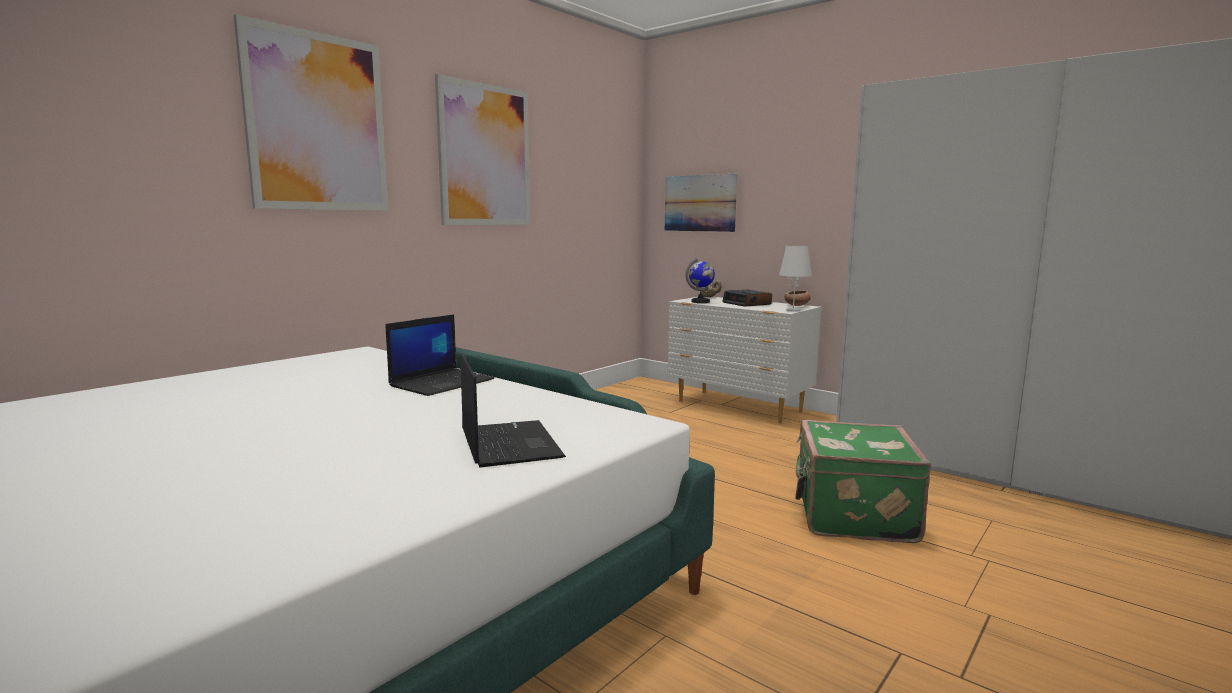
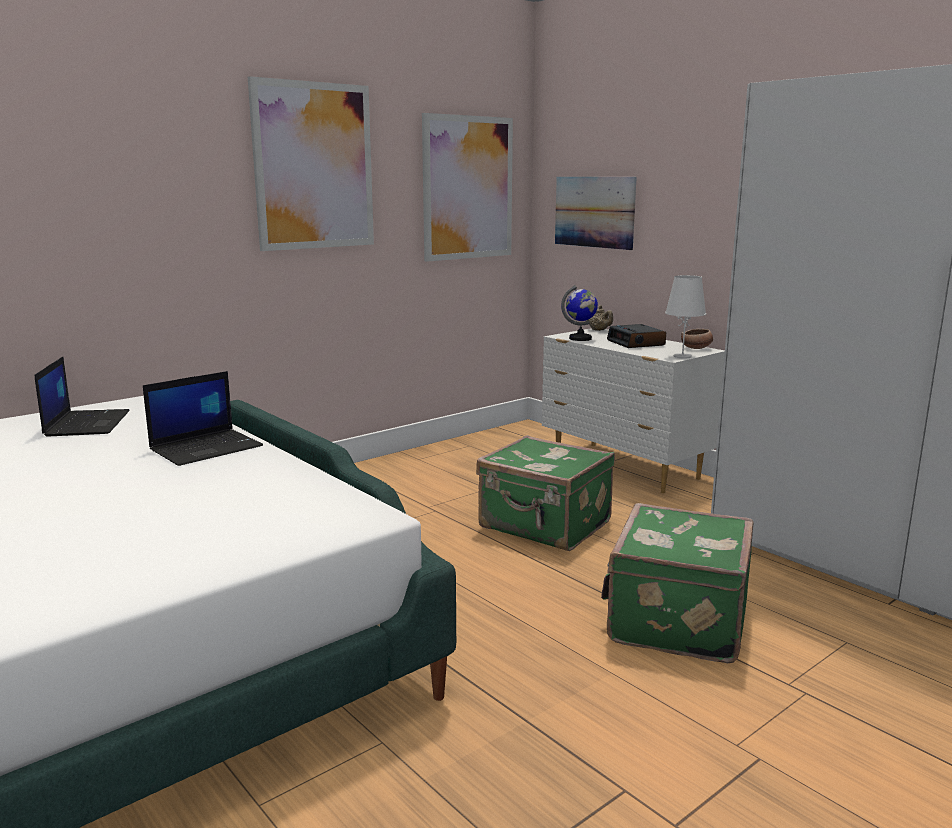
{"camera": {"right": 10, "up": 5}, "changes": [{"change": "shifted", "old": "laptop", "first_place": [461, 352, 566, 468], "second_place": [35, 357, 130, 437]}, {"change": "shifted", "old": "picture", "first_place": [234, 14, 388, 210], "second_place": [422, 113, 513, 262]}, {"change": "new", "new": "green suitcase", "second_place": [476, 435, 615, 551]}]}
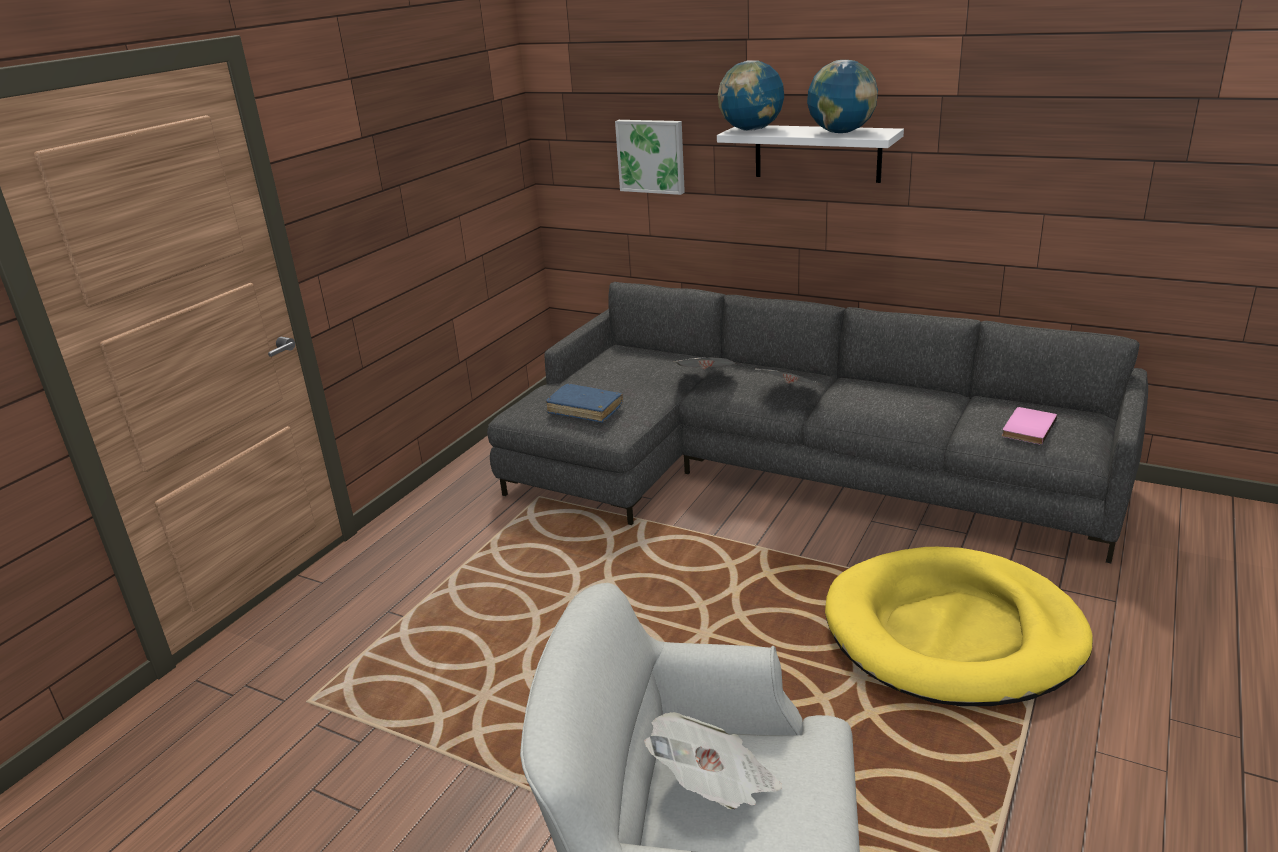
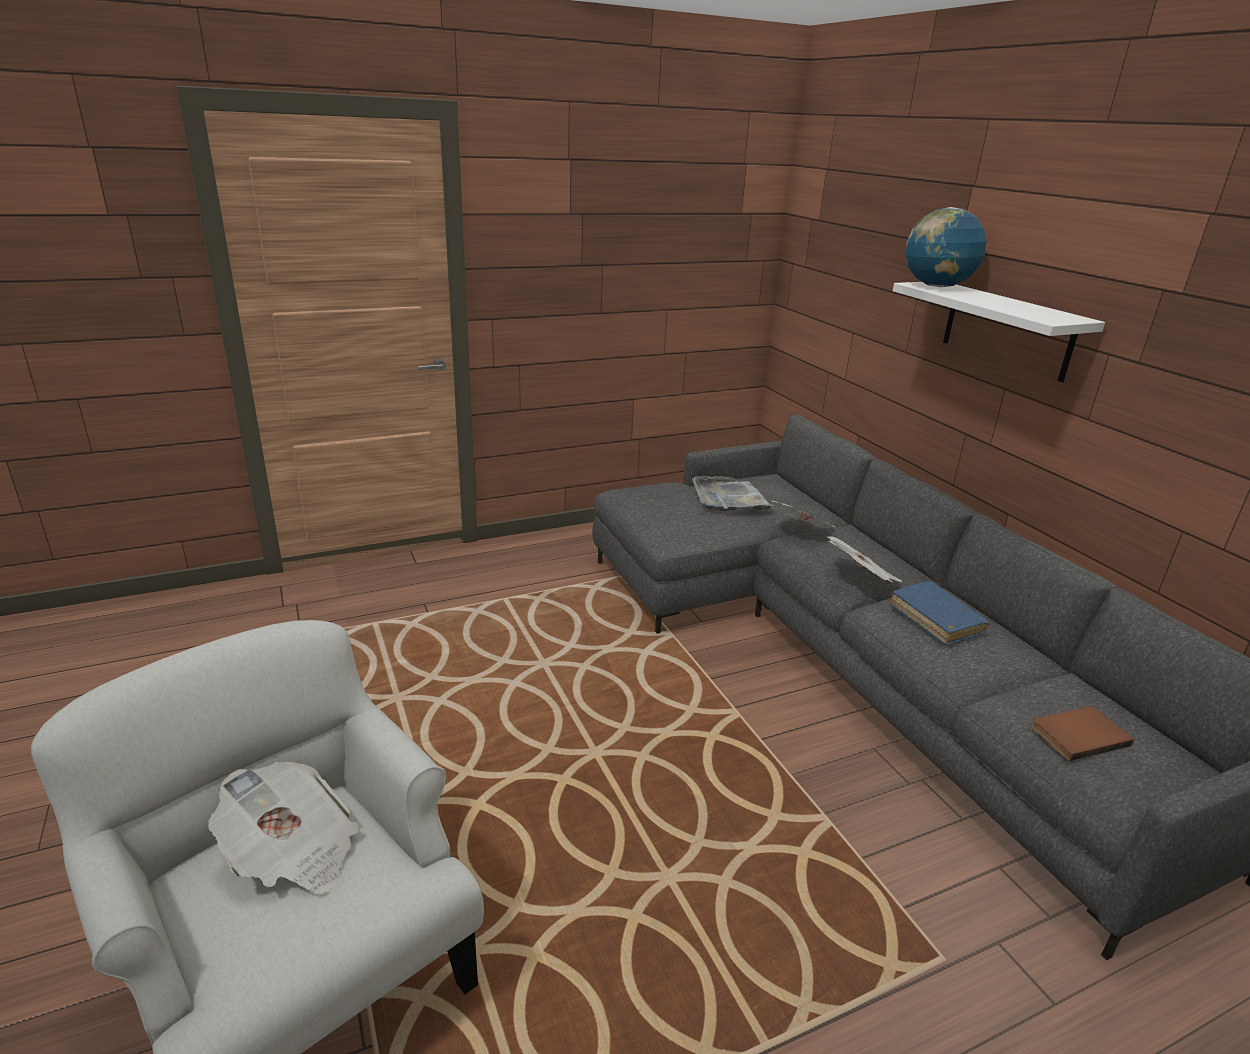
{"camera": {"right": 35, "up": 0}, "changes": [{"change": "new", "new": "grey tray", "second_place": [692, 476, 774, 511]}, {"change": "shifted", "old": "blue book", "first_place": [546, 384, 623, 423], "second_place": [890, 582, 989, 646]}, {"change": "repainted", "old": "pink book", "new": "brown book", "first_place": [1002, 407, 1057, 445], "second_place": [1031, 706, 1134, 761]}, {"change": "gone", "old": "picture", "first_place": [615, 120, 685, 195]}, {"change": "gone", "old": "globe", "first_place": [807, 60, 878, 133]}, {"change": "gone", "old": "yellow dog bed", "first_place": [825, 547, 1093, 706]}]}
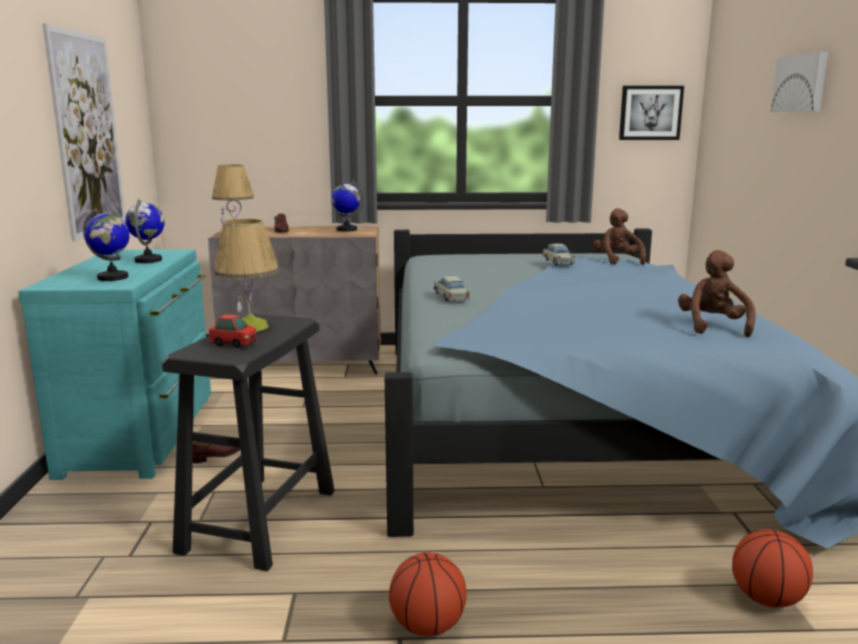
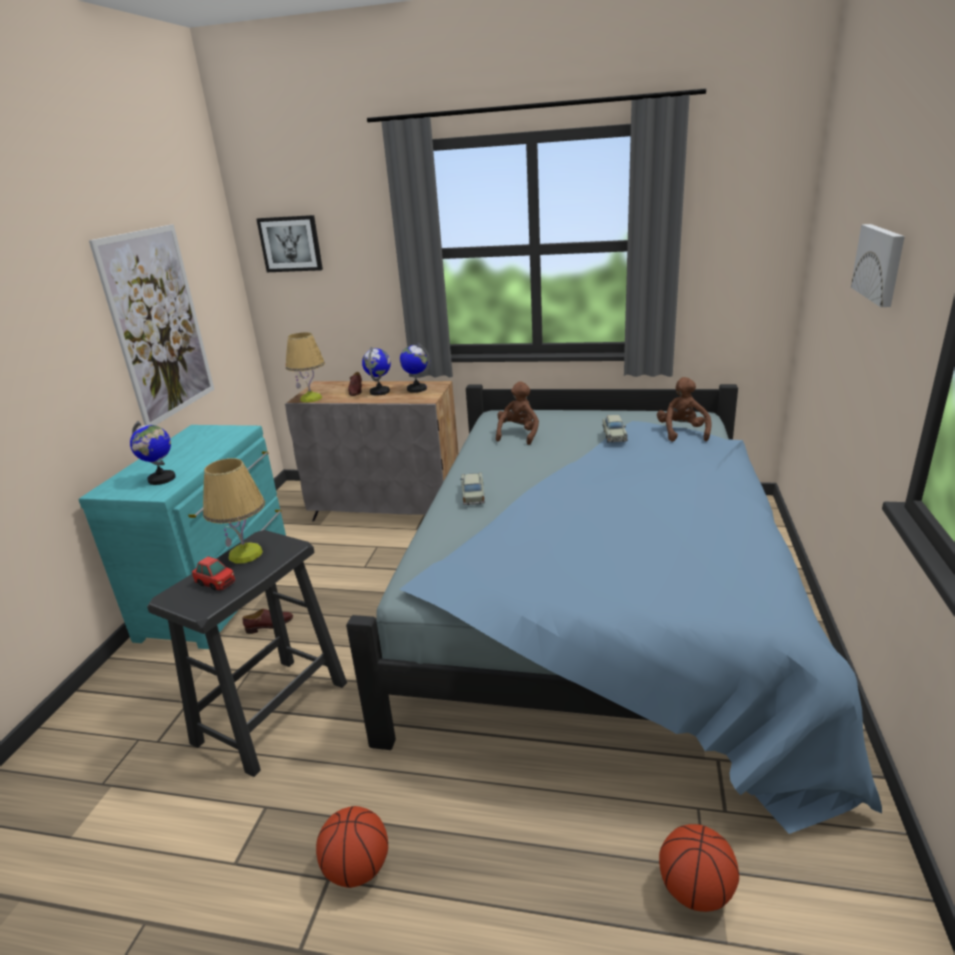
{"camera": {"right": 15, "up": 10}, "changes": [{"change": "shifted", "old": "picture", "first_place": [619, 86, 684, 140], "second_place": [256, 215, 323, 272]}, {"change": "shifted", "old": "globe", "first_place": [125, 199, 165, 263], "second_place": [362, 347, 391, 396]}, {"change": "shifted", "old": "brown plush toy", "first_place": [678, 250, 756, 338], "second_place": [496, 382, 539, 445]}]}
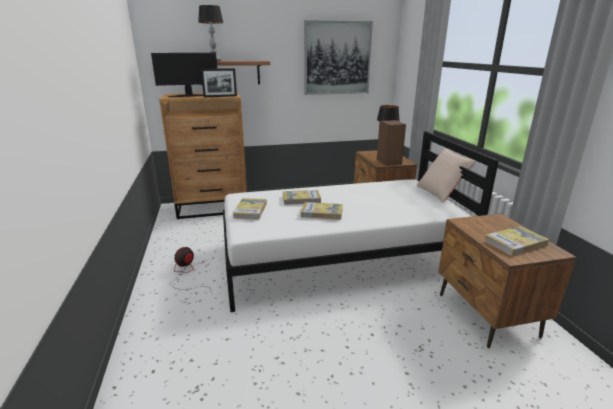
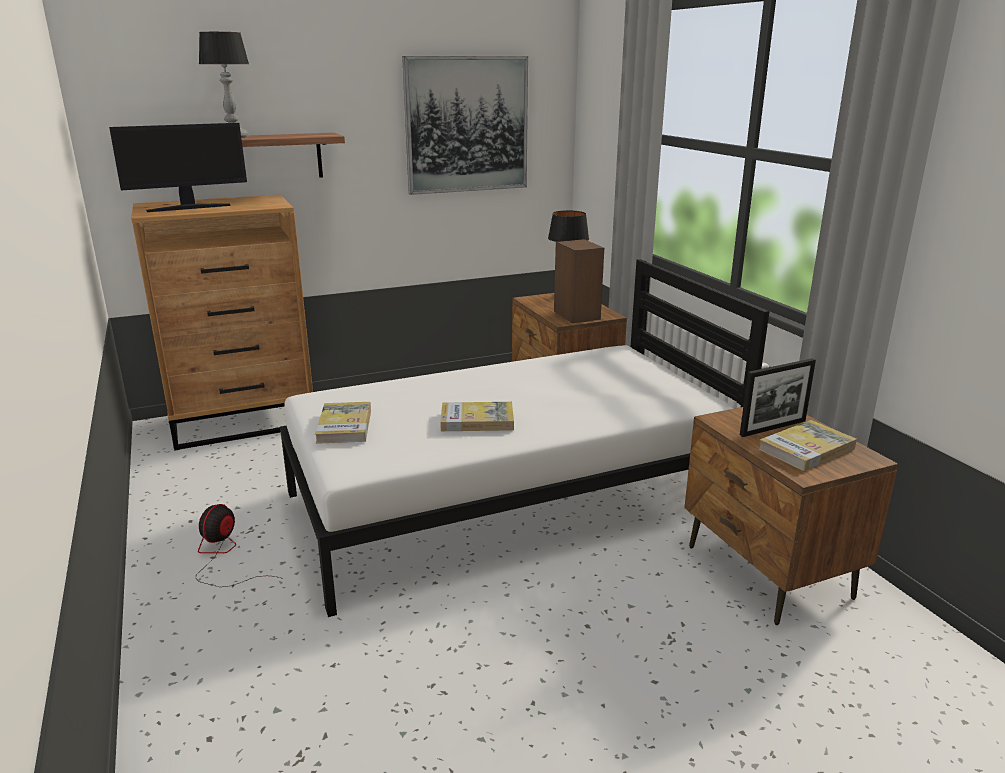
{"camera": {"right": -10, "up": 0}, "changes": [{"change": "shifted", "old": "picture frame", "first_place": [201, 68, 237, 97], "second_place": [740, 358, 816, 437]}, {"change": "gone", "old": "book", "first_place": [283, 190, 321, 205]}, {"change": "gone", "old": "beige pillow", "first_place": [417, 148, 476, 203]}]}
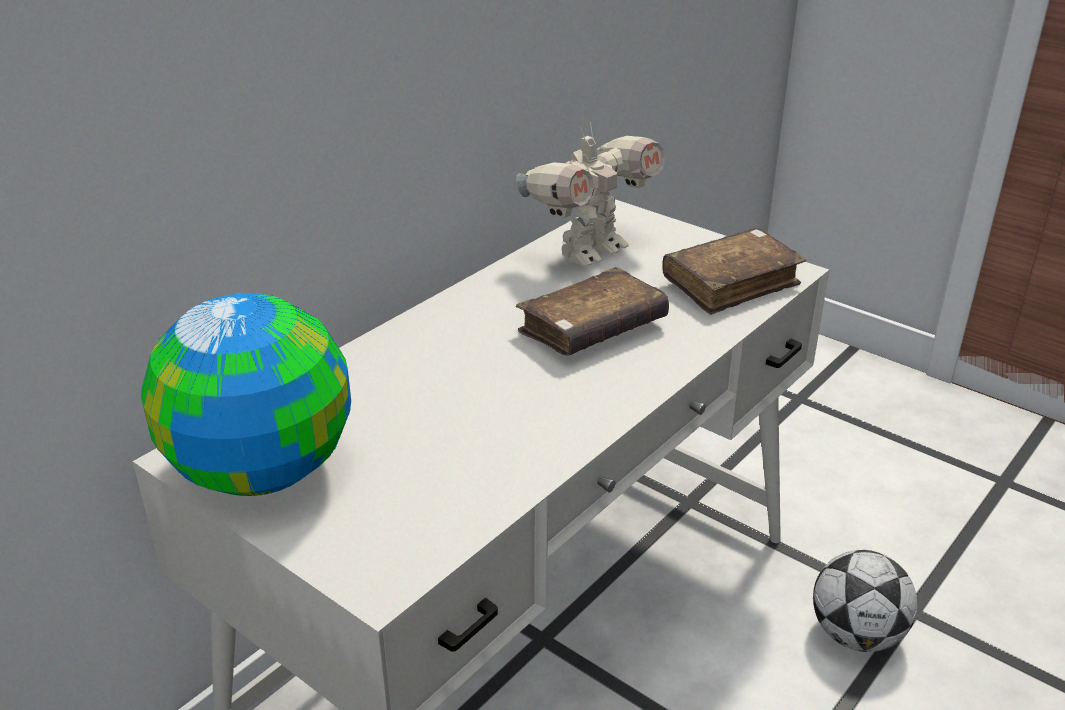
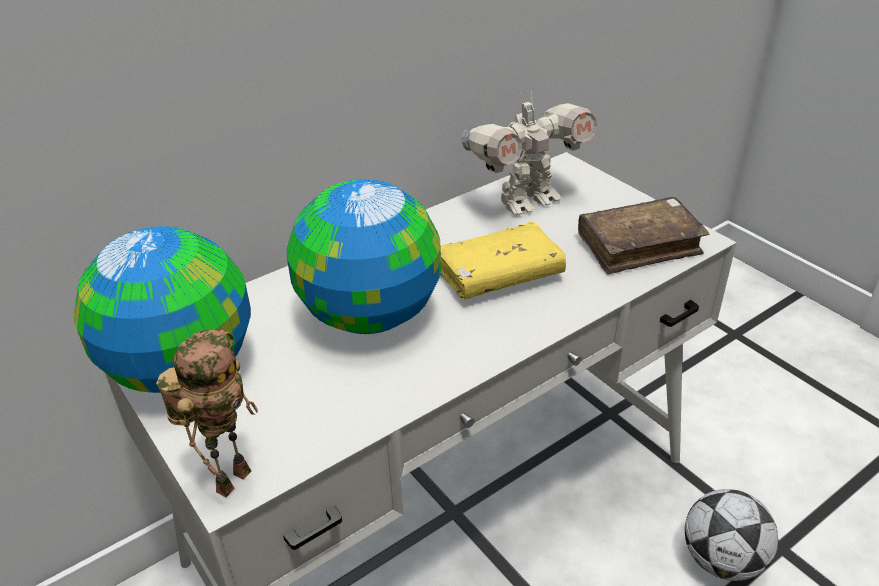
{"camera": {"right": 15, "up": 5}, "changes": [{"change": "new", "new": "toy robot", "second_place": [156, 330, 258, 497]}, {"change": "new", "new": "globe", "second_place": [286, 179, 441, 334]}, {"change": "repainted", "old": "brown book", "new": "yellow book", "first_place": [516, 267, 669, 356], "second_place": [440, 221, 566, 300]}]}
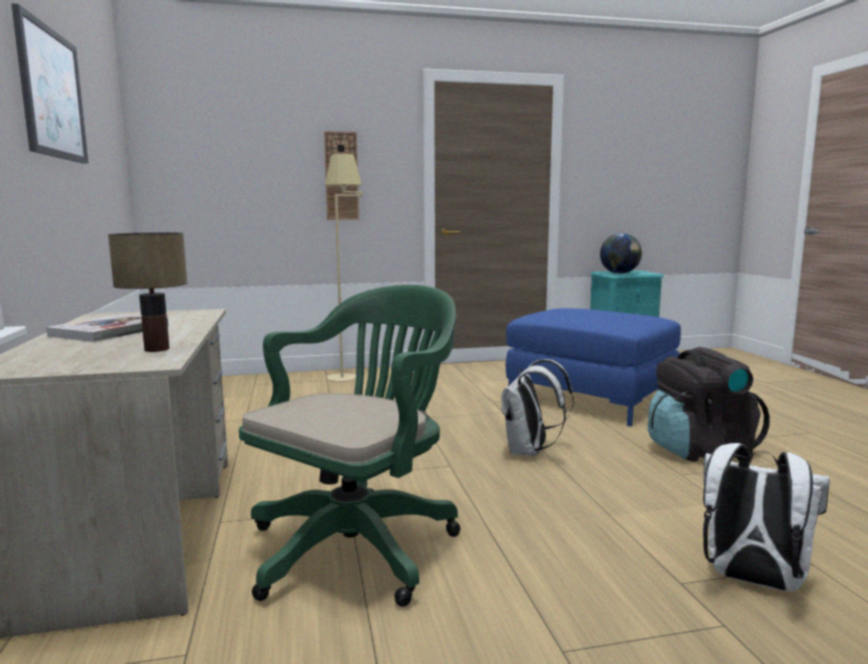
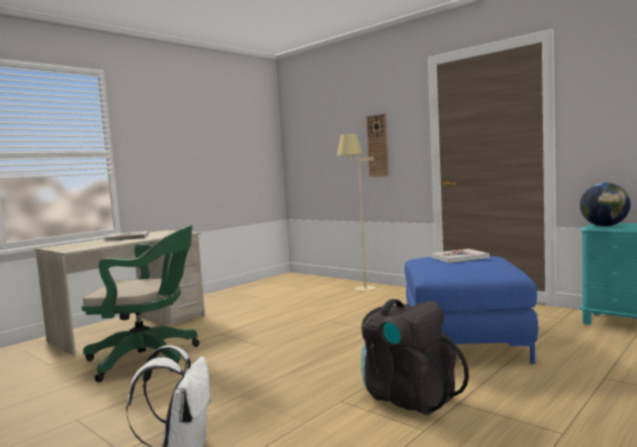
{"camera": {"right": 55, "up": -5}, "changes": [{"change": "new", "new": "book", "second_place": [431, 249, 489, 263]}, {"change": "gone", "old": "picture", "first_place": [11, 3, 89, 164]}, {"change": "gone", "old": "table lamp", "first_place": [108, 232, 187, 352]}, {"change": "gone", "old": "white backpack", "first_place": [501, 359, 574, 456]}]}
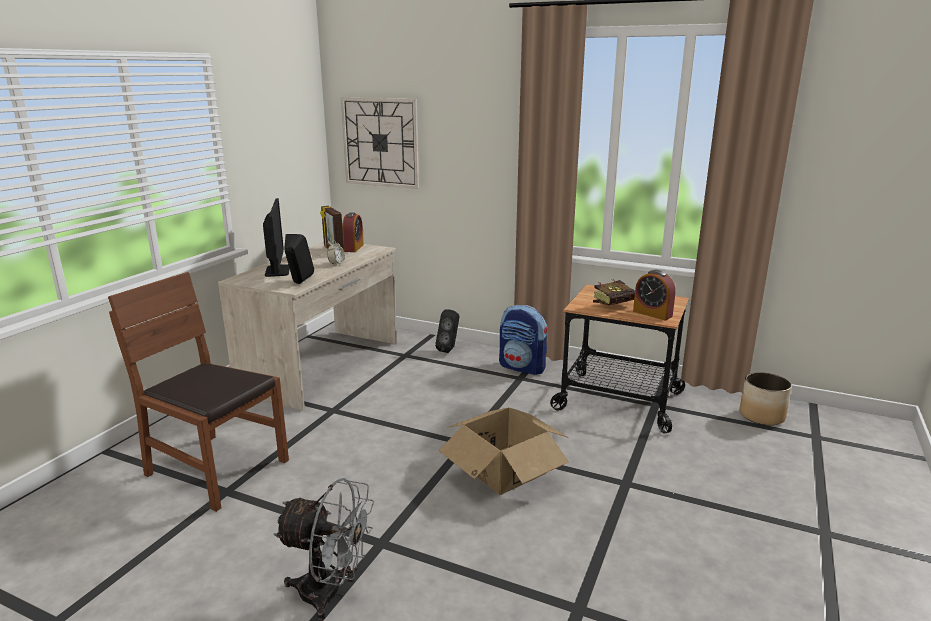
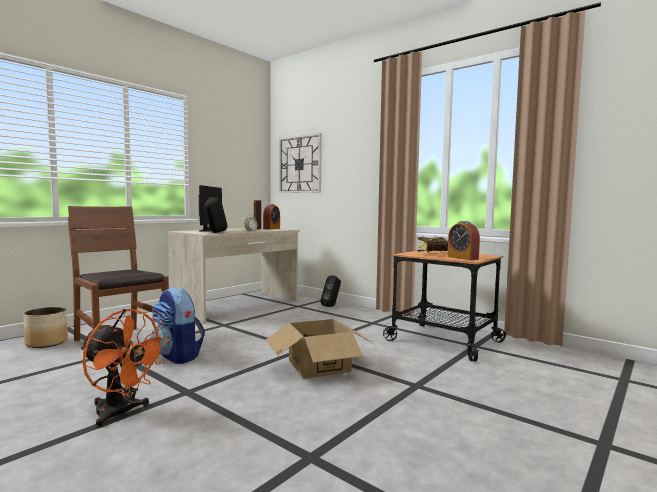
{"camera": {"right": 15, "up": -15}, "changes": [{"change": "shifted", "old": "planter", "first_place": [740, 372, 792, 426], "second_place": [23, 307, 68, 348]}, {"change": "repainted", "old": "grey fan", "new": "orange fan", "first_place": [274, 478, 374, 621], "second_place": [80, 309, 169, 428]}, {"change": "shifted", "old": "backpack", "first_place": [499, 305, 548, 375], "second_place": [151, 287, 205, 364]}]}
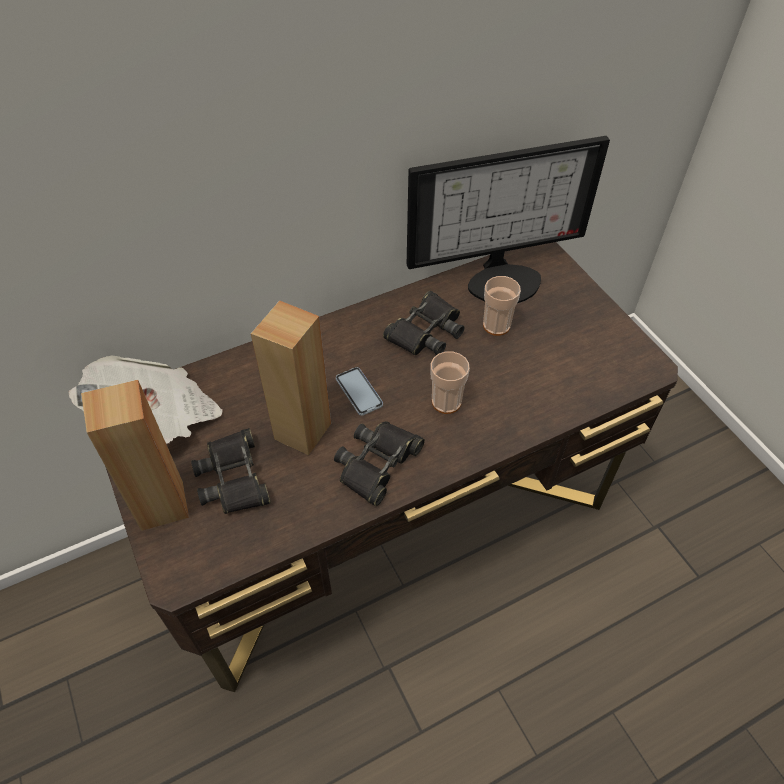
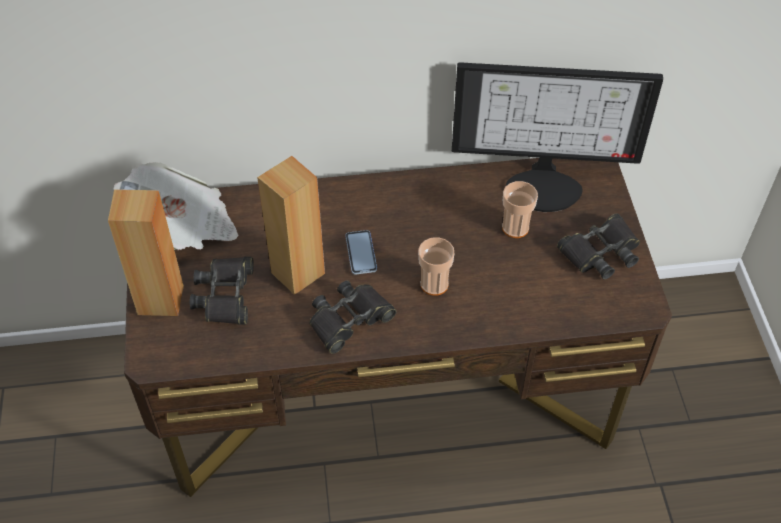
{"camera": {"right": 20, "up": 0}, "changes": [{"change": "shifted", "old": "black binoculars", "first_place": [383, 291, 464, 355], "second_place": [557, 213, 640, 279]}]}
